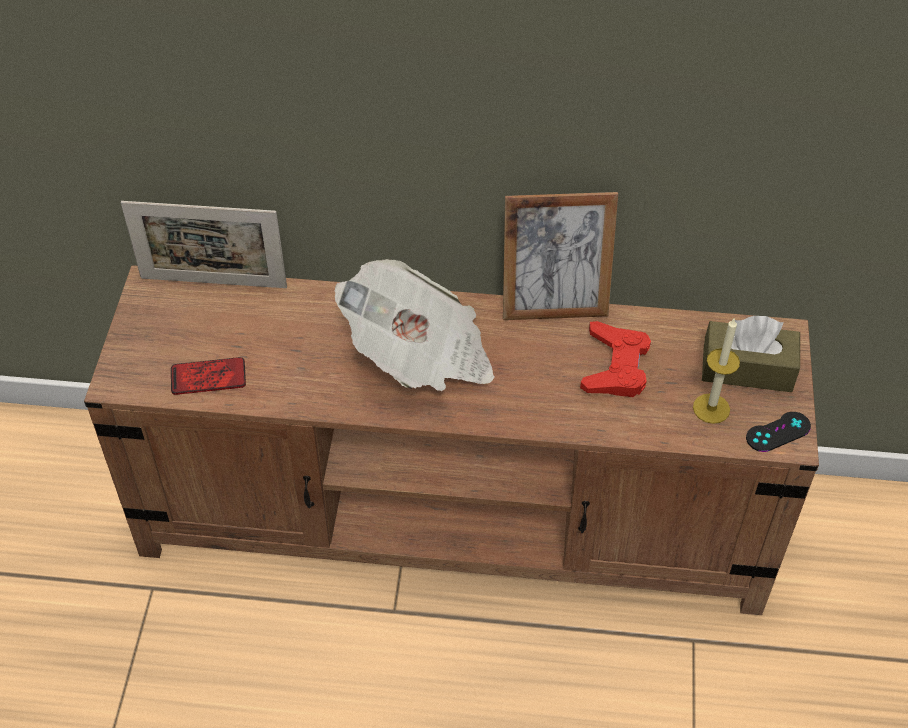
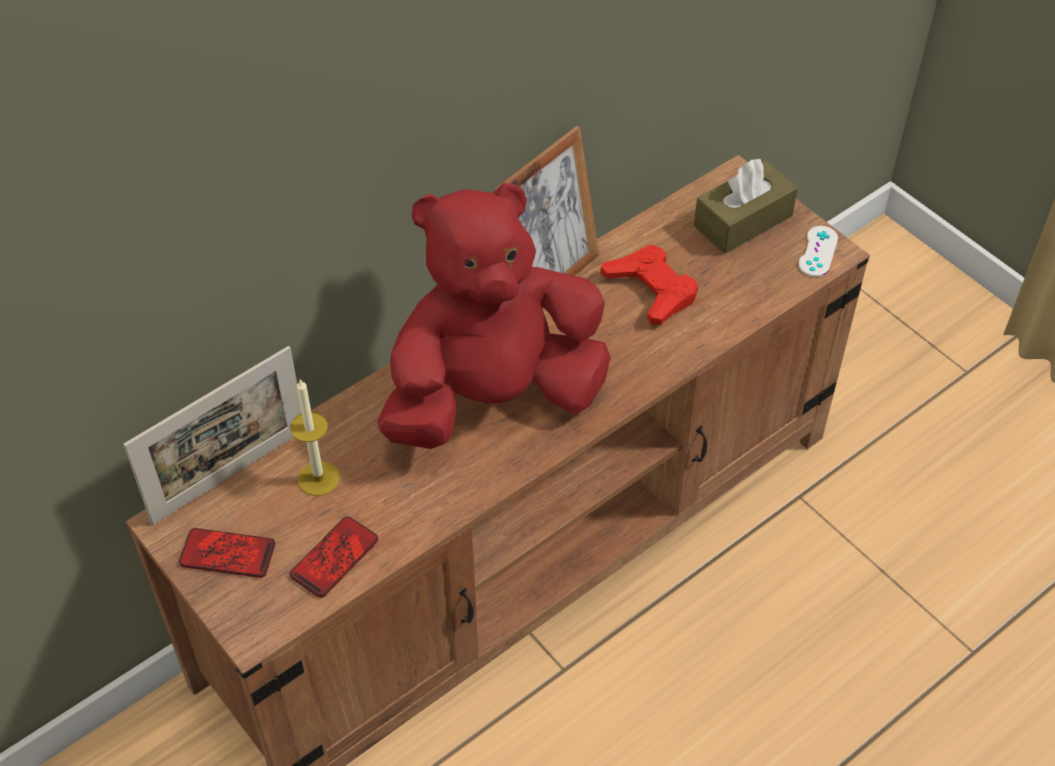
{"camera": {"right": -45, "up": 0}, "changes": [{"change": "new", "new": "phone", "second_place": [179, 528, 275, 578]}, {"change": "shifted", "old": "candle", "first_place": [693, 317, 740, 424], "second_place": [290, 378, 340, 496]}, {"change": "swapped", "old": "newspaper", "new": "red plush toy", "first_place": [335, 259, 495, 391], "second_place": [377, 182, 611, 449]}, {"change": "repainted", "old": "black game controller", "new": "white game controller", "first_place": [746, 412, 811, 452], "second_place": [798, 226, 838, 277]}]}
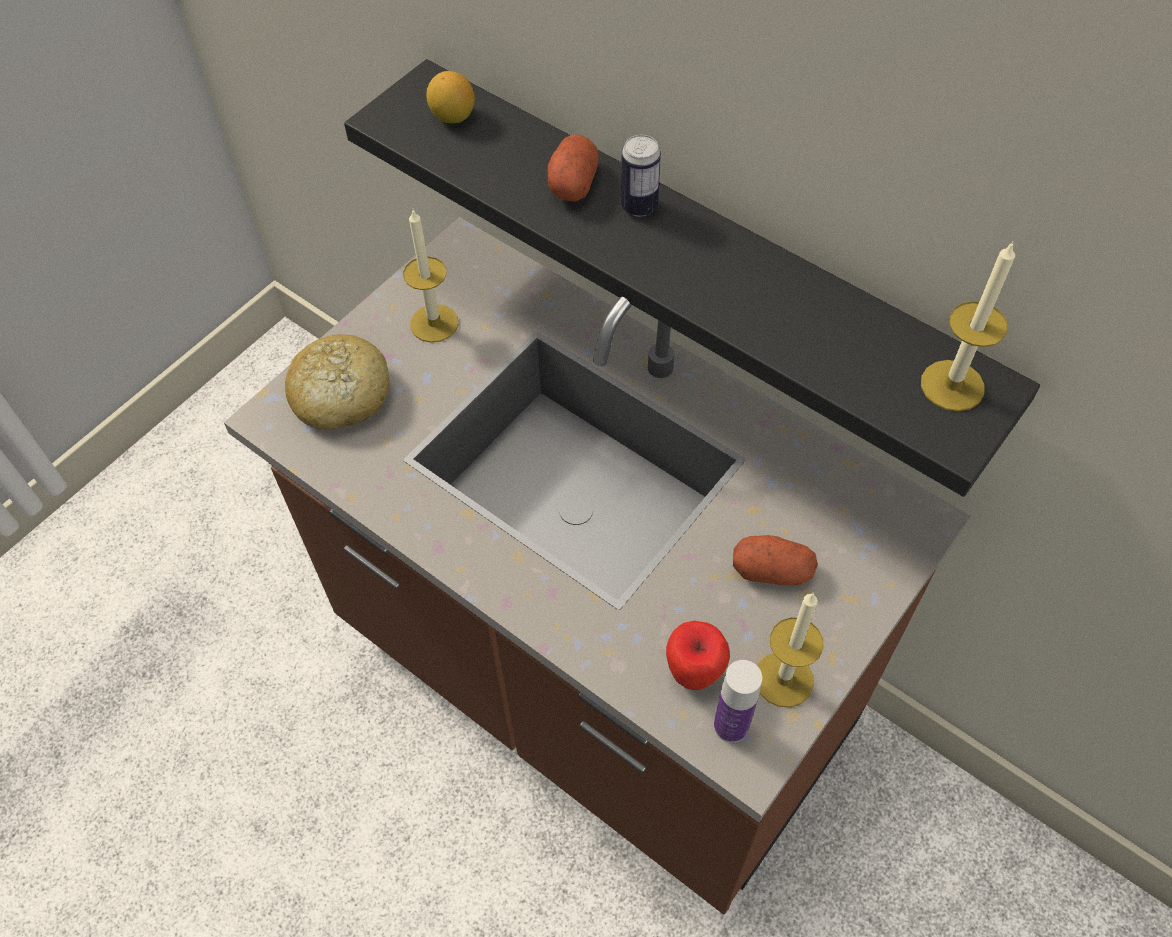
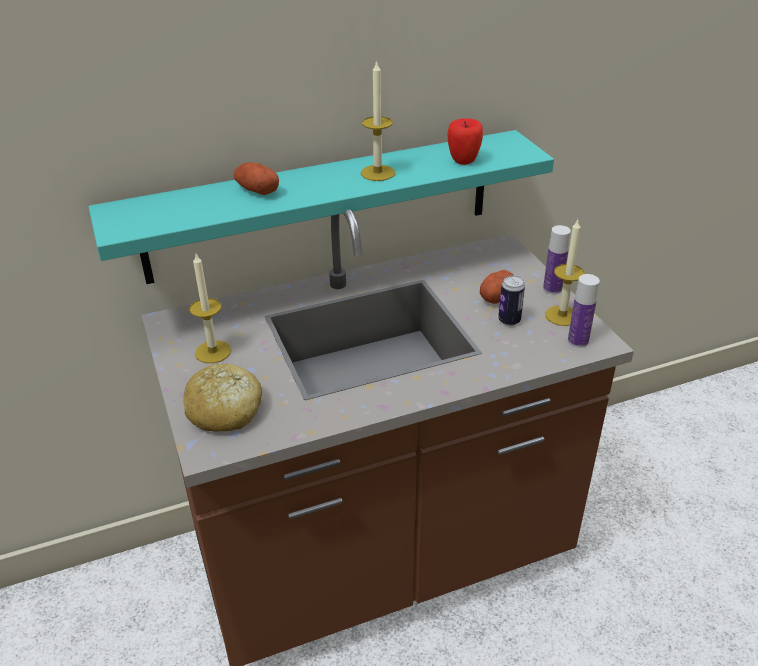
{"camera": {"right": -60, "up": -20}, "changes": [{"change": "repainted", "old": "black shelf", "new": "turquoise shelf", "first_place": [344, 59, 1040, 497], "second_place": [88, 130, 554, 284]}, {"change": "shifted", "old": "candle", "first_place": [921, 241, 1015, 411], "second_place": [361, 60, 395, 181]}, {"change": "shifted", "old": "apple", "first_place": [666, 621, 730, 690], "second_place": [447, 119, 483, 165]}, {"change": "shifted", "old": "can", "first_place": [621, 135, 661, 217], "second_place": [498, 276, 525, 326]}, {"change": "new", "new": "bottle", "second_place": [543, 225, 571, 294]}, {"change": "gone", "old": "lemon", "first_place": [426, 71, 475, 124]}]}
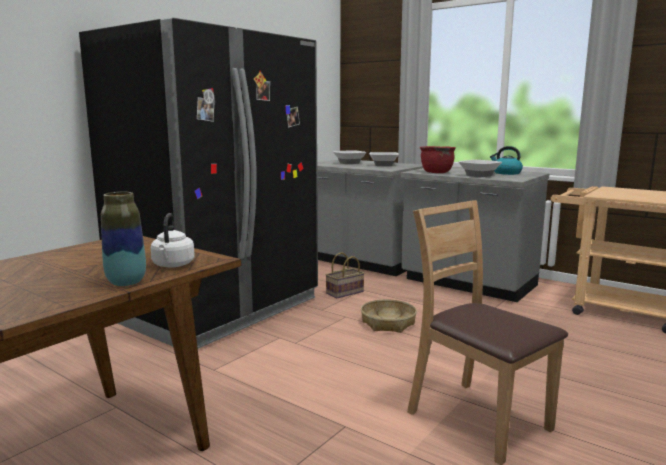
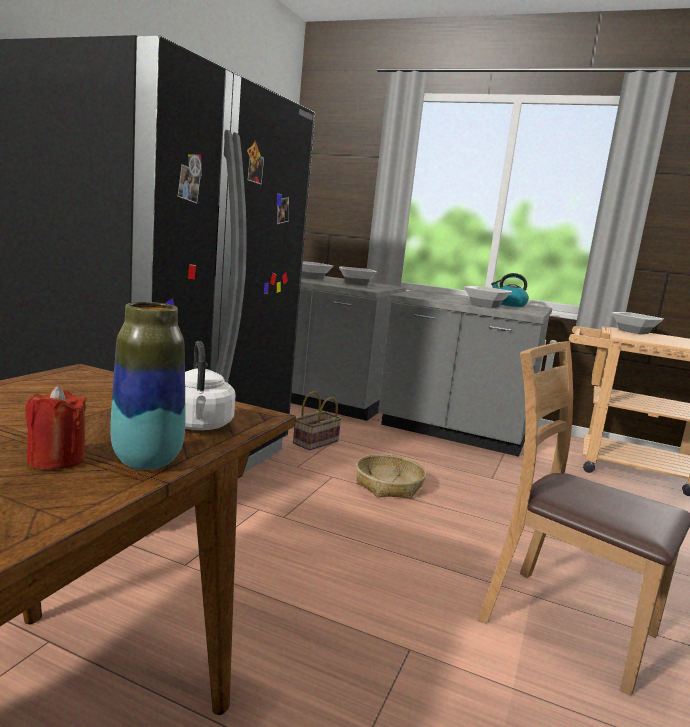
{"camera": {"right": -15, "up": 0}, "changes": [{"change": "new", "new": "red candle", "second_place": [25, 386, 87, 470]}, {"change": "new", "new": "bowl", "second_place": [611, 312, 664, 334]}, {"change": "gone", "old": "red cooking pot", "first_place": [420, 146, 456, 173]}]}
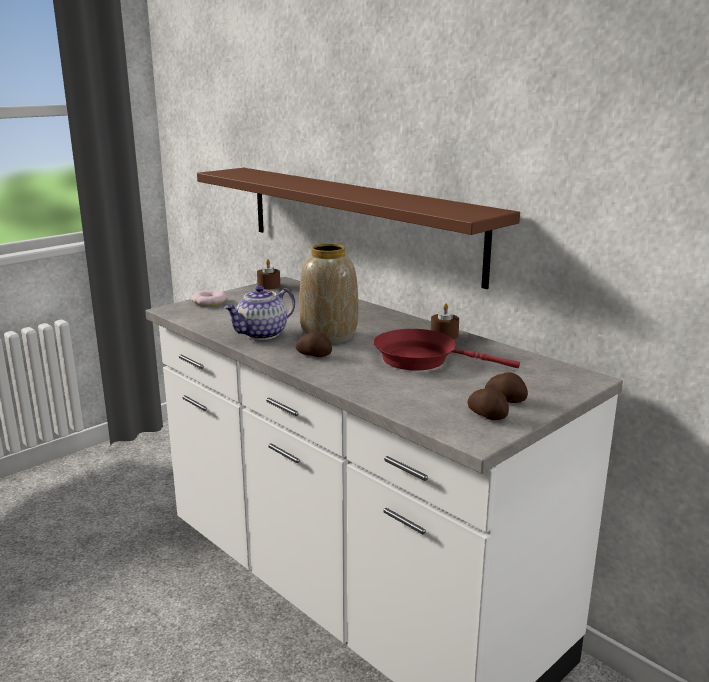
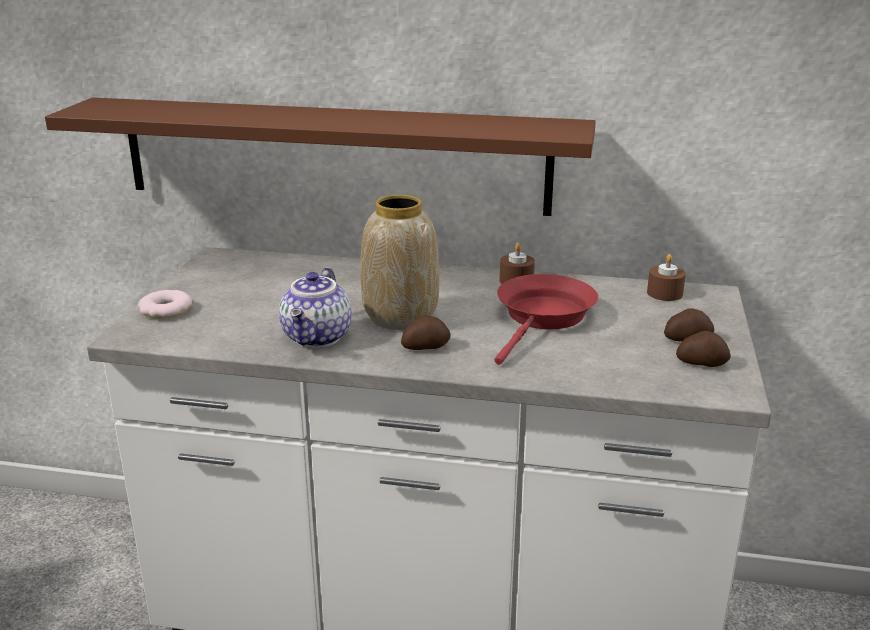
{"camera": {"right": -35, "up": 5}, "changes": [{"change": "rotated", "old": "red frying pan", "first_place": [373, 329, 520, 371], "second_place": [494, 274, 598, 365], "degrees": 135}, {"change": "shifted", "old": "brown candle", "first_place": [257, 259, 280, 289], "second_place": [647, 254, 686, 301]}]}
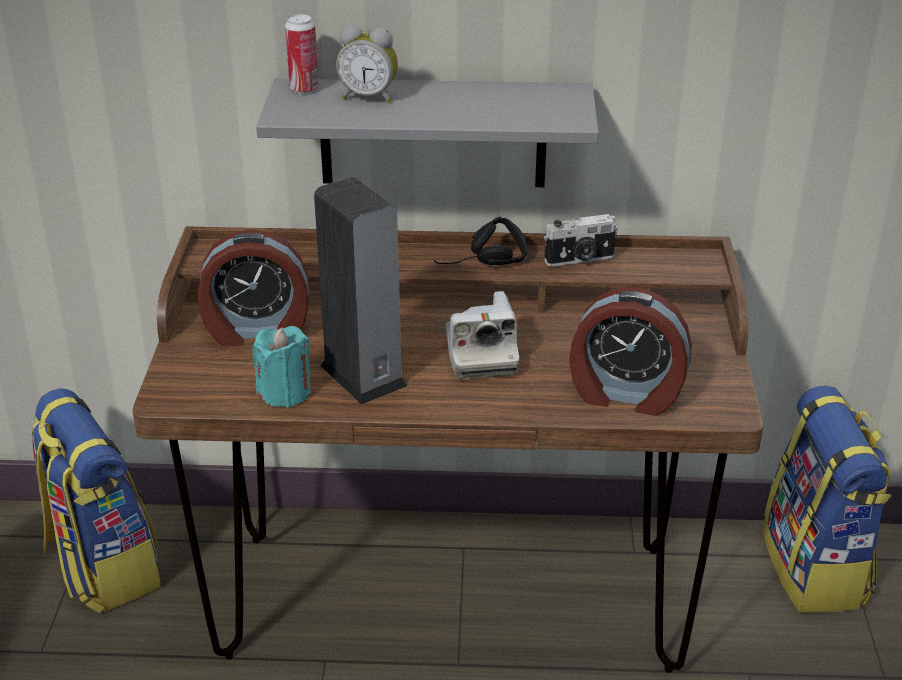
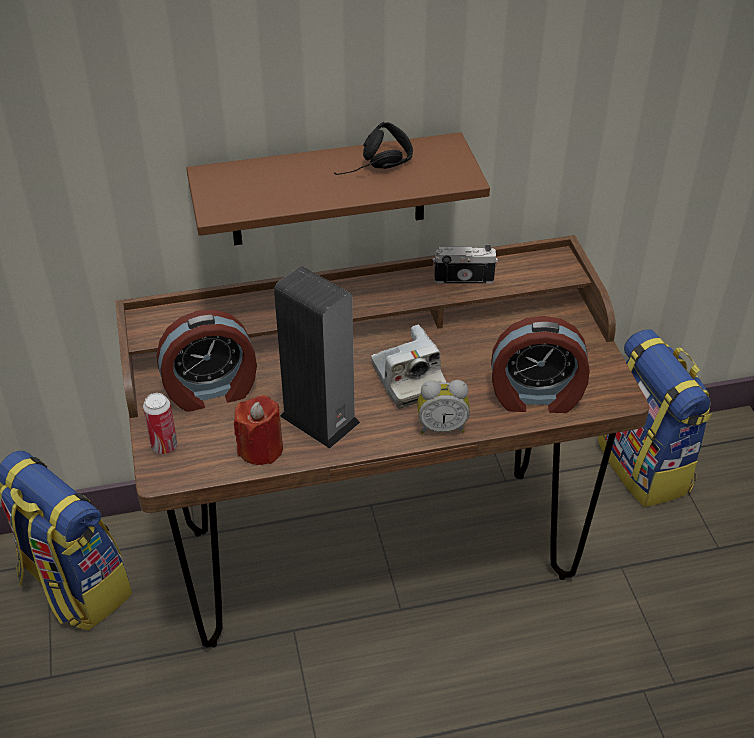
{"camera": {"right": -15, "up": 10}, "changes": [{"change": "shifted", "old": "can", "first_place": [285, 14, 319, 94], "second_place": [143, 393, 177, 454]}, {"change": "repainted", "old": "grey shelf", "new": "brown shelf", "first_place": [256, 78, 599, 187], "second_place": [186, 132, 490, 245]}, {"change": "repainted", "old": "turquoise candle", "new": "red candle", "first_place": [252, 326, 311, 408], "second_place": [234, 395, 283, 465]}, {"change": "shifted", "old": "black headphones", "first_place": [434, 216, 528, 265], "second_place": [334, 122, 413, 175]}, {"change": "shifted", "old": "alarm clock", "first_place": [336, 25, 398, 103], "second_place": [417, 380, 470, 434]}, {"change": "rotated", "old": "photo camera", "first_place": [544, 214, 618, 267], "second_place": [432, 245, 498, 284], "degrees": -150}]}
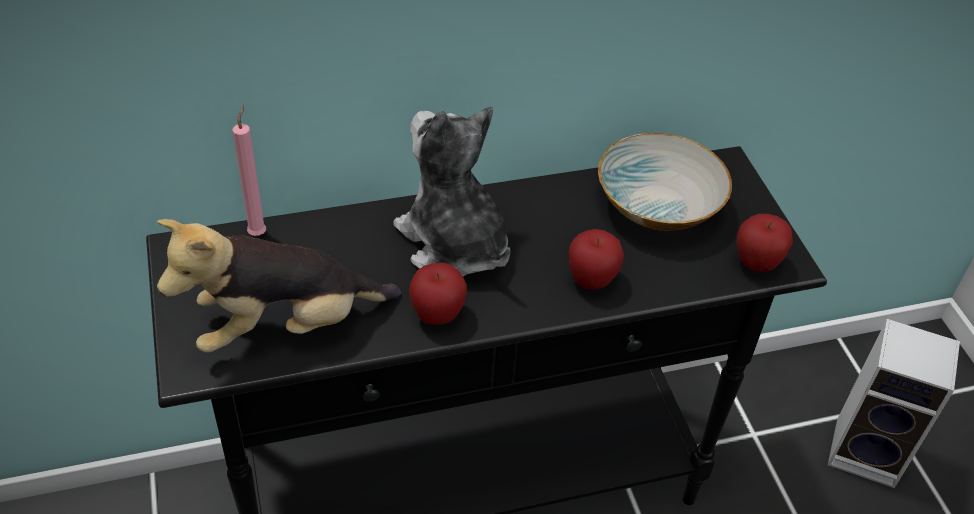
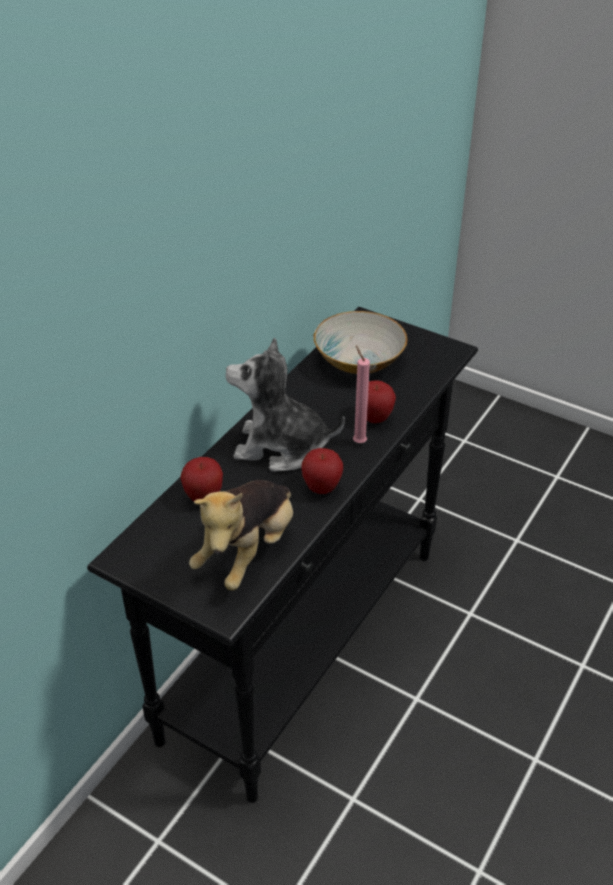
{"camera": {"right": -40, "up": -5}, "changes": [{"change": "shifted", "old": "apple", "first_place": [736, 214, 793, 272], "second_place": [180, 457, 223, 501]}, {"change": "shifted", "old": "pink candle", "first_place": [232, 104, 266, 236], "second_place": [353, 346, 370, 443]}, {"change": "gone", "old": "speaker", "first_place": [828, 319, 960, 488]}]}
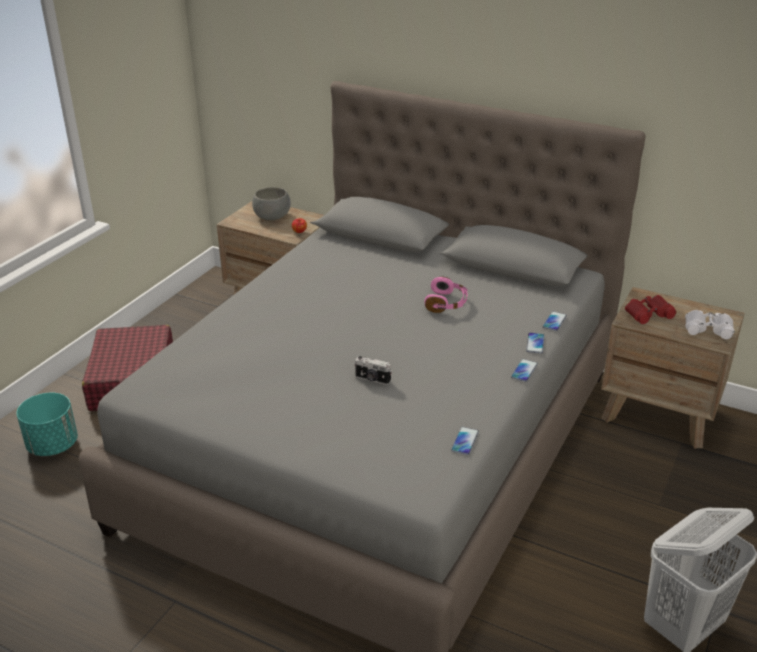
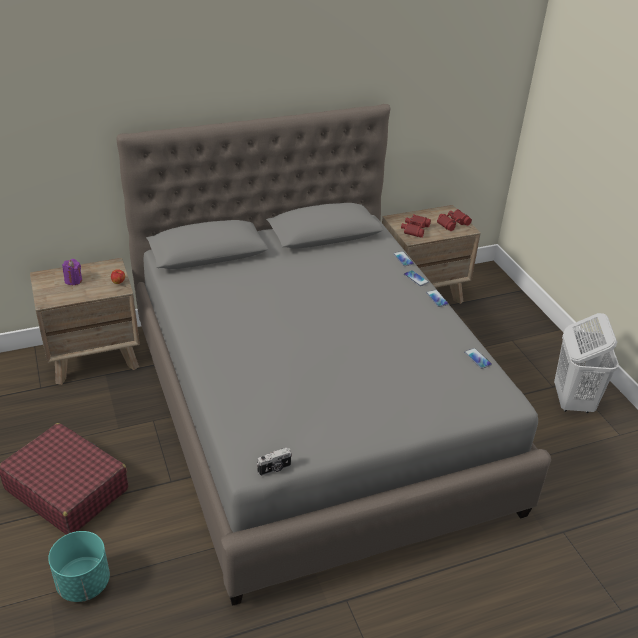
{"camera": {"right": -50, "up": 5}, "changes": [{"change": "swapped", "old": "grey bowl", "new": "purple candle", "first_place": [252, 187, 291, 220], "second_place": [62, 259, 82, 285]}, {"change": "shifted", "old": "photo camera", "first_place": [355, 356, 392, 385], "second_place": [257, 448, 292, 476]}, {"change": "repainted", "old": "white binoculars", "new": "red binoculars", "first_place": [685, 310, 735, 339], "second_place": [437, 209, 472, 231]}, {"change": "gone", "old": "pink headphones", "first_place": [425, 277, 467, 313]}]}
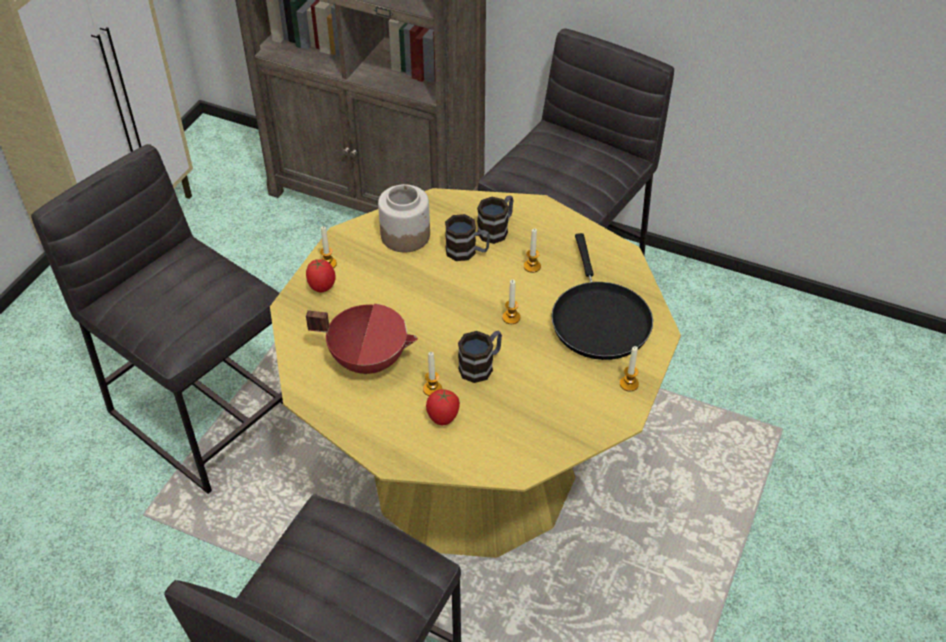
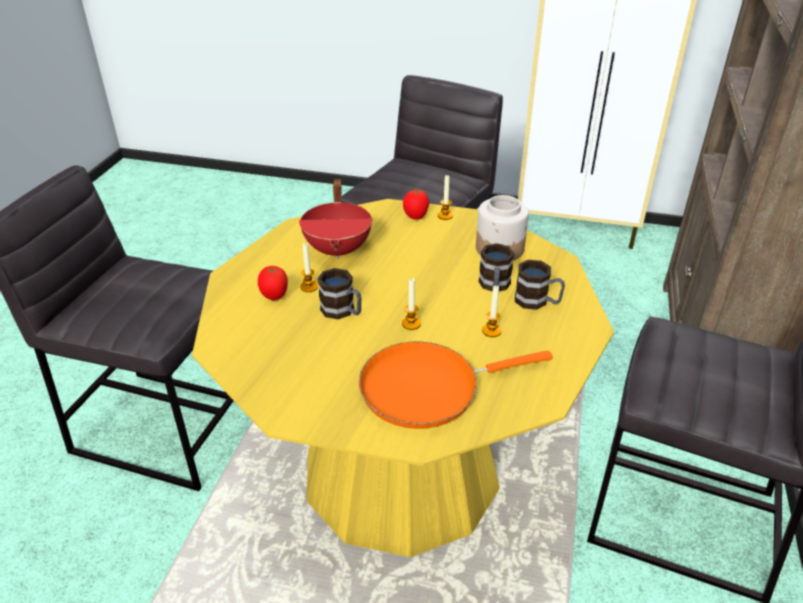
{"camera": {"right": 80, "up": -10}, "changes": [{"change": "repainted", "old": "black frying pan", "new": "orange frying pan", "first_place": [551, 233, 653, 360], "second_place": [359, 341, 553, 429]}, {"change": "gone", "old": "candle", "first_place": [620, 346, 639, 391]}]}
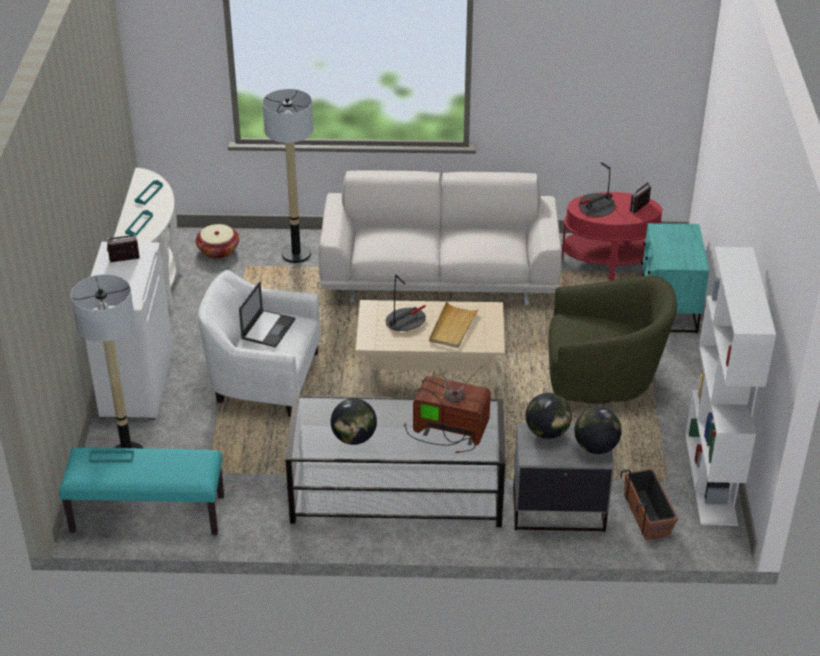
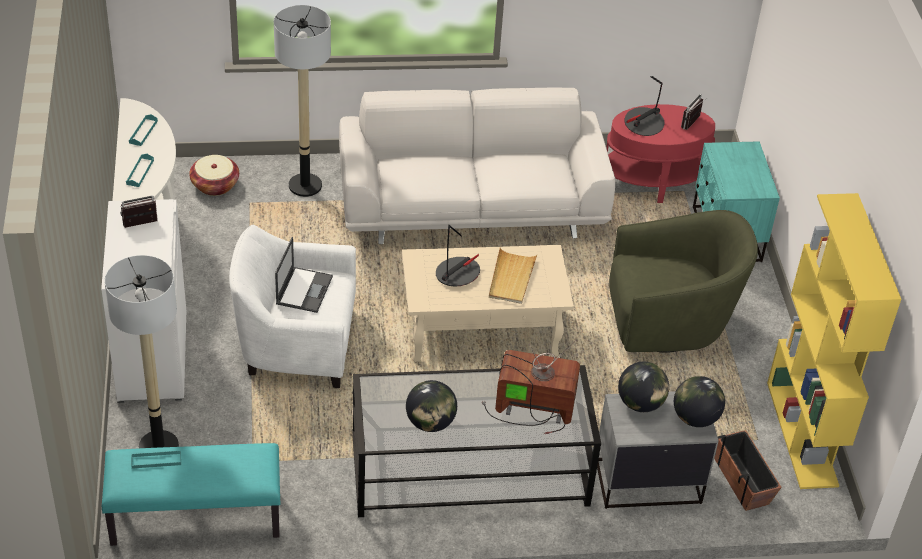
{"camera": {"right": -10, "up": 5}, "changes": [{"change": "repainted", "old": "white bookcase", "new": "yellow bookcase", "first_place": [685, 247, 776, 526], "second_place": [767, 193, 901, 489]}]}
